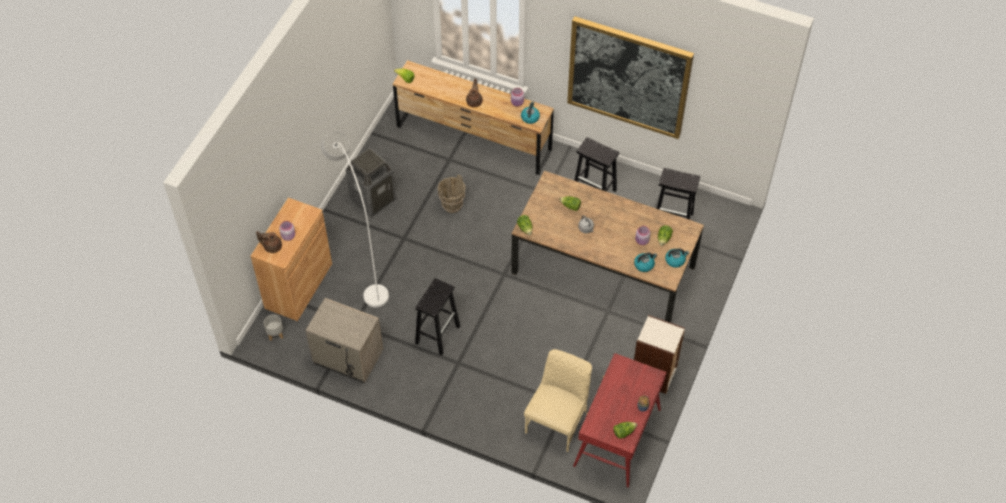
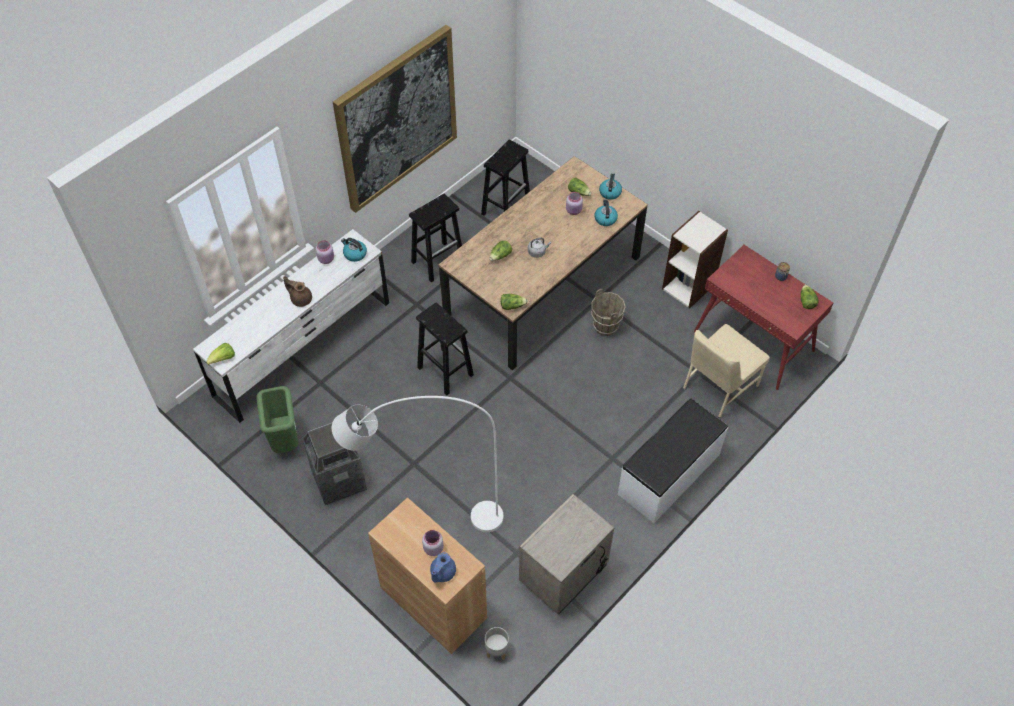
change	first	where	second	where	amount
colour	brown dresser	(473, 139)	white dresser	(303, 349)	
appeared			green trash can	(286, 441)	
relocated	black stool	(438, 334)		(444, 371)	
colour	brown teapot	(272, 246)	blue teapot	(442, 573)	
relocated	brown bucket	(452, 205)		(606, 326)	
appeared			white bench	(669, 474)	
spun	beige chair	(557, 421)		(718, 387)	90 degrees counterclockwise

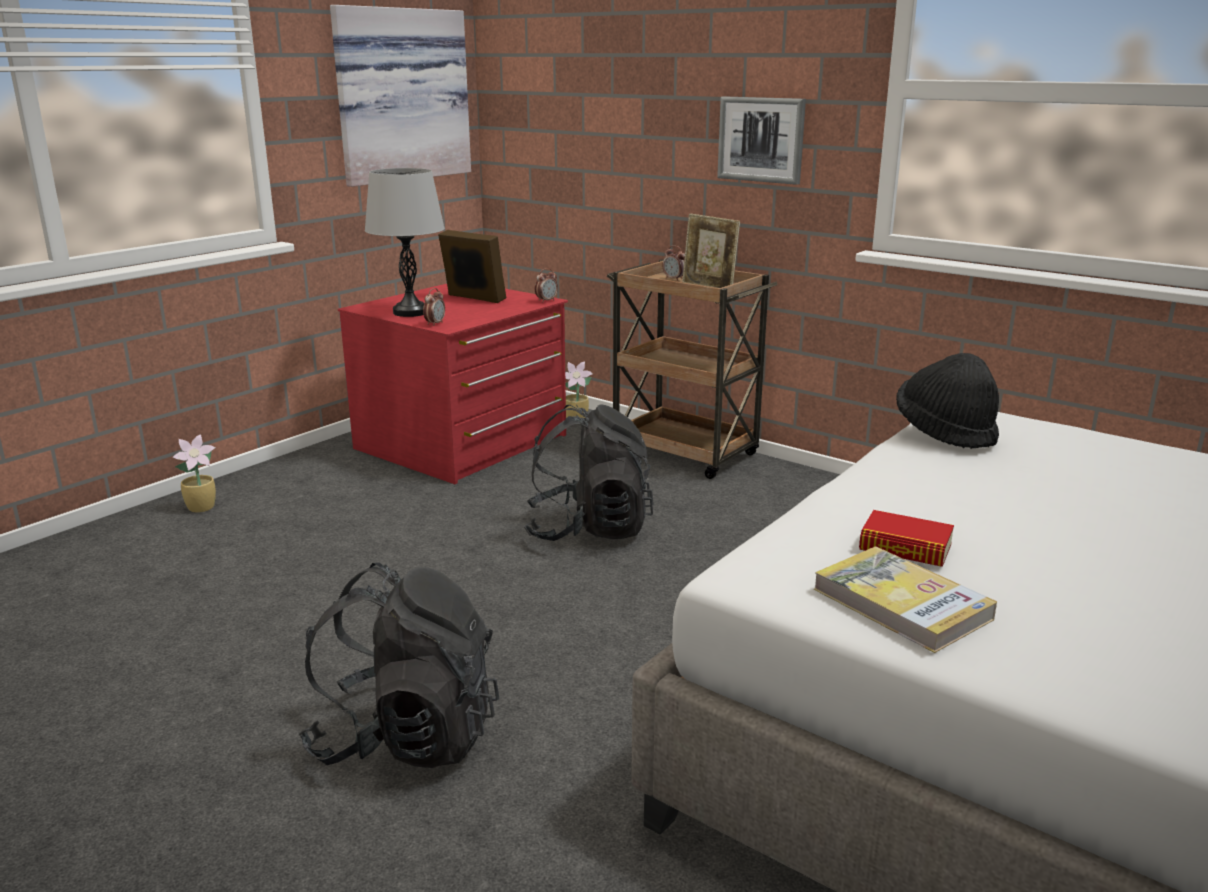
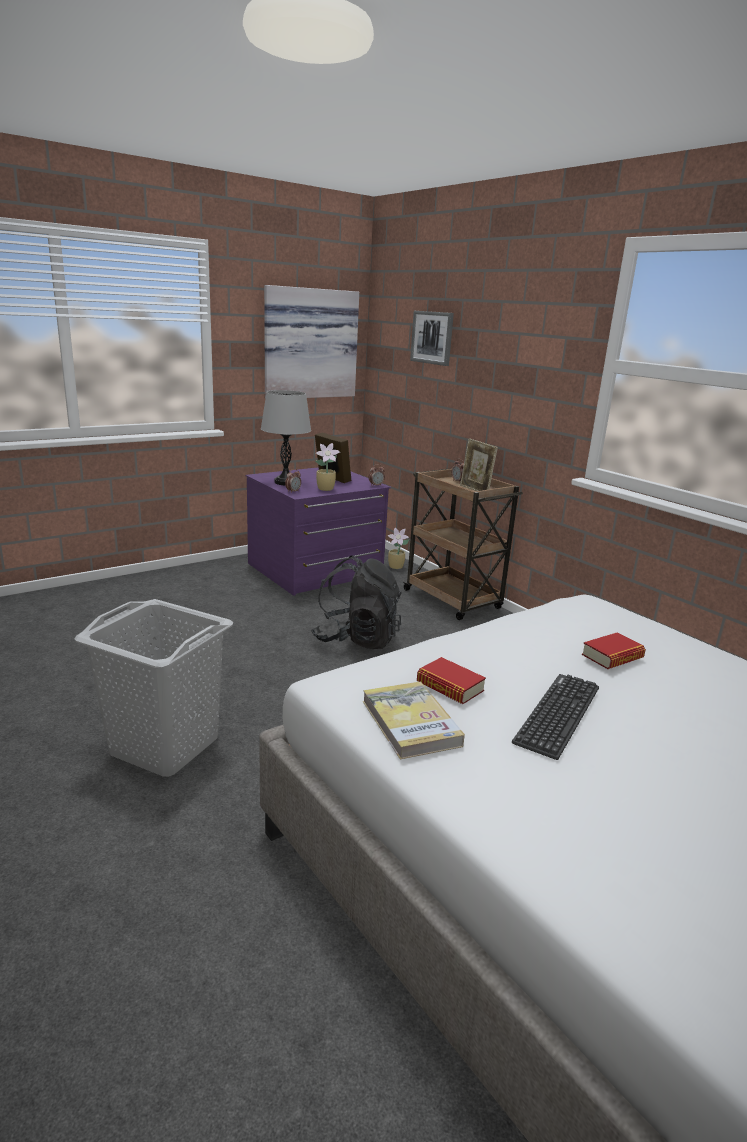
change	first	where	second	where	amount
exchanged	black backpack	(406, 738)	grey laundry basket	(165, 745)	
colour	red dresser	(463, 443)	purple dresser	(316, 570)	
relocated	potted plant	(203, 508)		(326, 489)	
relocated	picture	(761, 139)		(432, 337)	
appeared			keyboard	(558, 714)	
appeared			book	(612, 656)	
missing	black hat	(945, 432)			

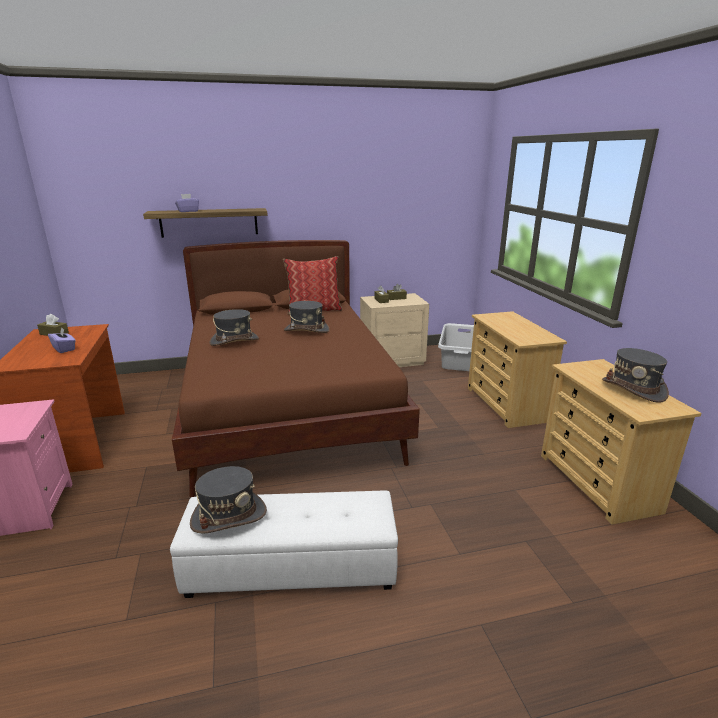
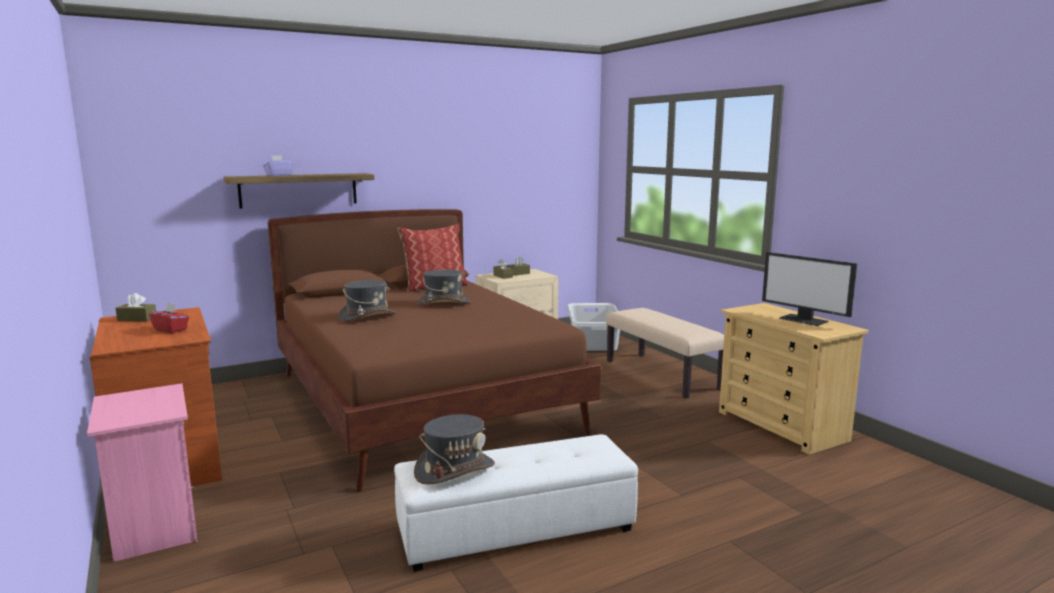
change	first	where	second	where	amount
colour	purple tissue box	(64, 349)	red tissue box	(171, 330)	
exchanged	beige dresser	(506, 404)	beige bench	(662, 375)	
exchanged	grey hat	(633, 389)	monitor	(804, 320)	

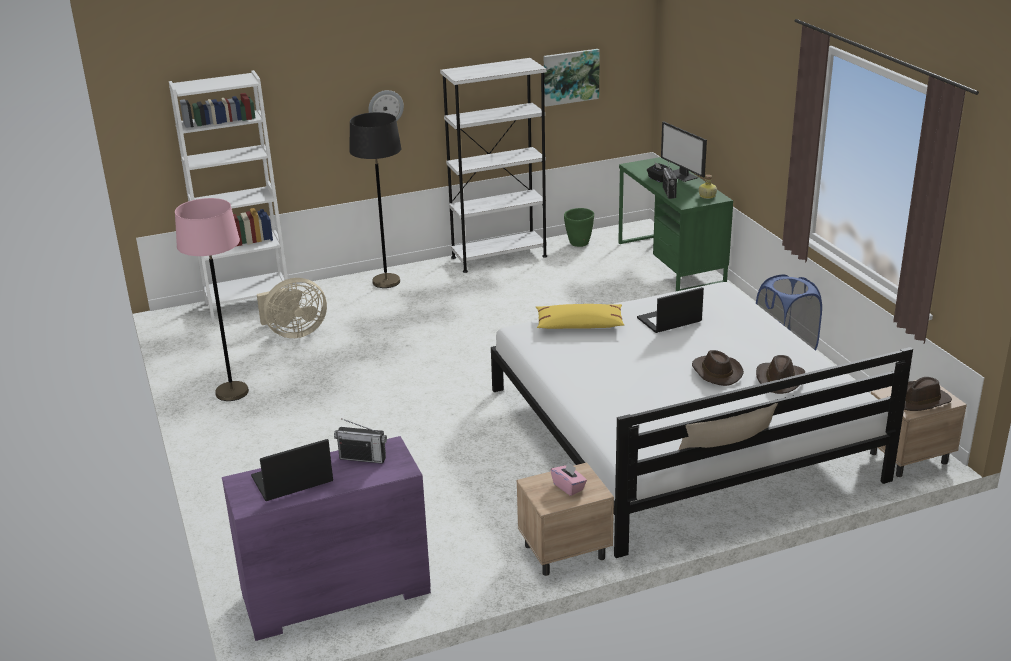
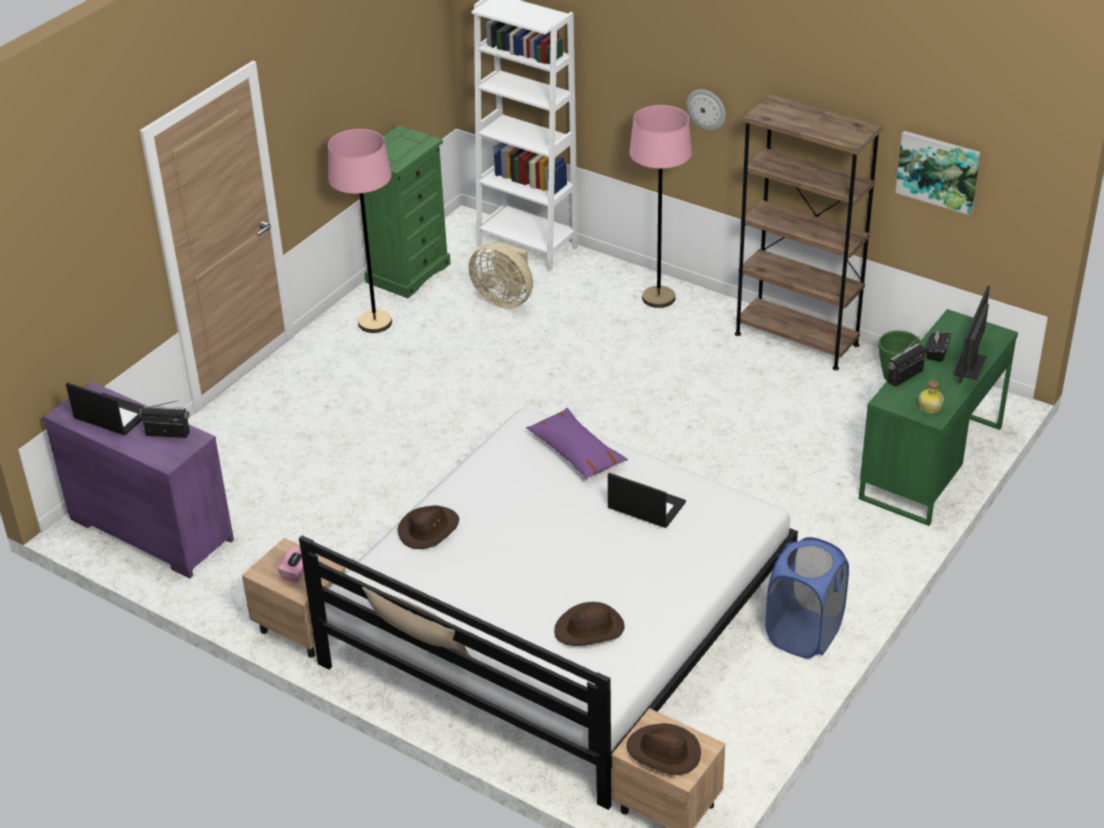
change	first	where	second	where	amount
spun	radio	(363, 458)		(167, 433)	120 degrees clockwise
appeared			green dresser	(408, 272)	
relocated	brown hat	(716, 372)		(429, 529)	
colour	yellow pillow	(579, 325)	purple pillow	(576, 452)	
colour	black floor lamp	(386, 282)	pink floor lamp	(658, 298)	
colour	white bookcase	(499, 257)	brown bookcase	(796, 339)	

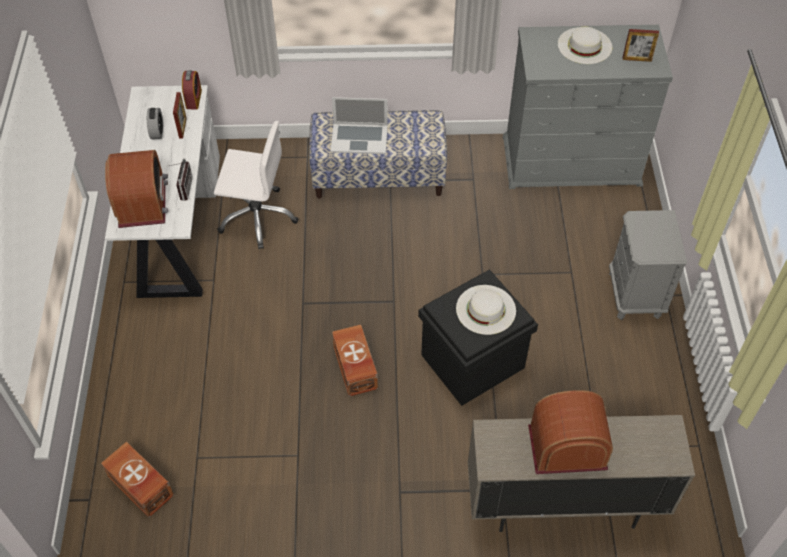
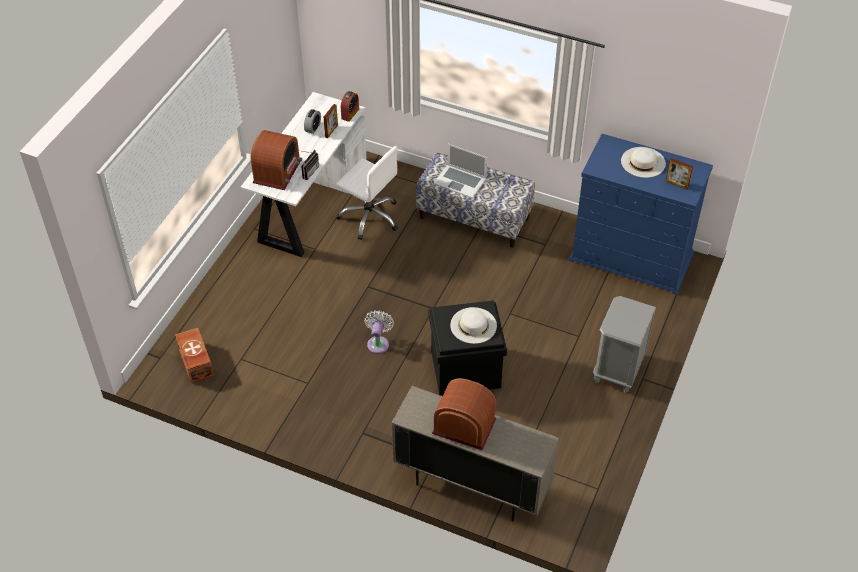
change	first	where	second	where	amount
exchanged	brown storage box	(354, 368)	white fan	(378, 343)	
colour	grey dresser	(572, 161)	blue dresser	(632, 257)	

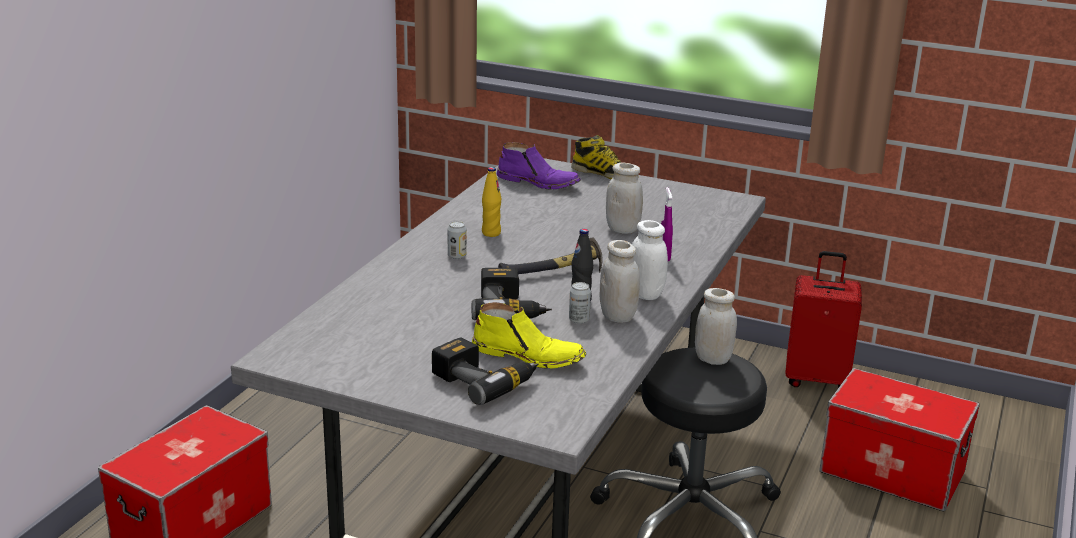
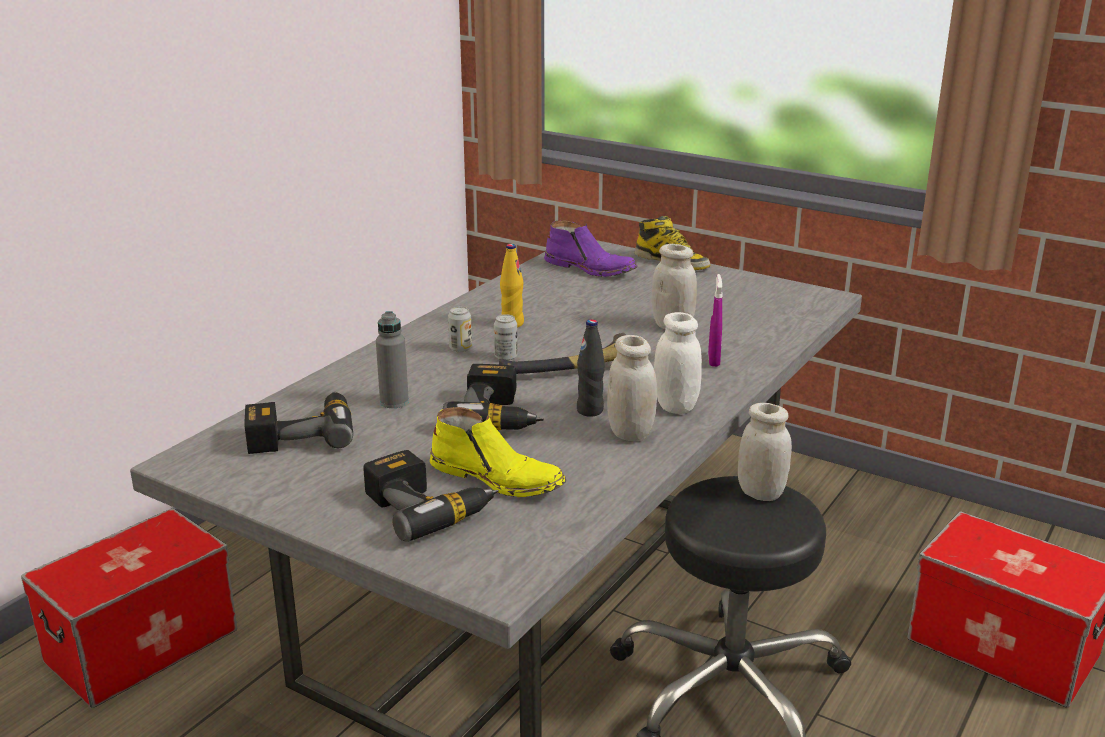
change	first	where	second	where	amount
appeared			power drill	(301, 433)	
appeared			grey bottle	(394, 402)	
relocated	can	(579, 320)		(506, 357)	
missing	red suitcase	(817, 379)			

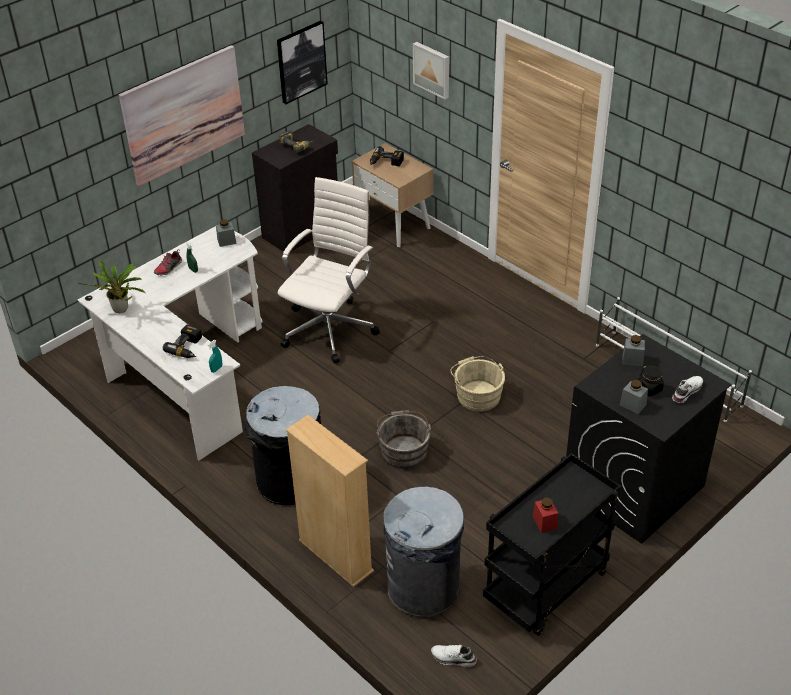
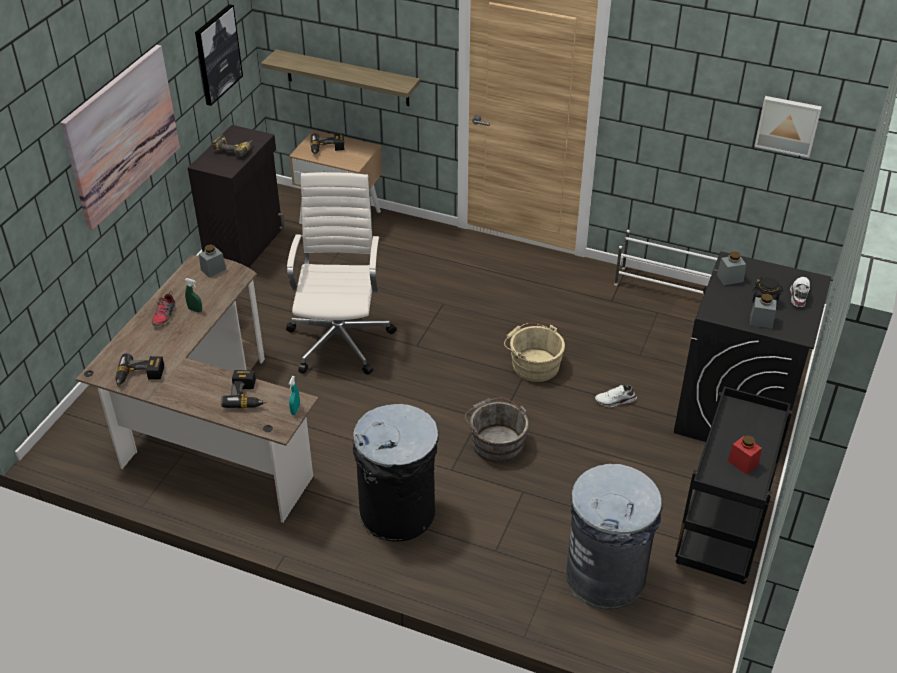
change	first	where	second	where	amount
colour	white desk	(187, 372)	brown desk	(208, 430)	
exchanged	potted plant	(122, 310)	power drill	(139, 376)	
appeared			shelf	(347, 78)	
relocated	white shoe	(453, 659)		(615, 401)	
relocated	picture	(432, 69)		(788, 125)	
missing	beige bookcase	(335, 556)			

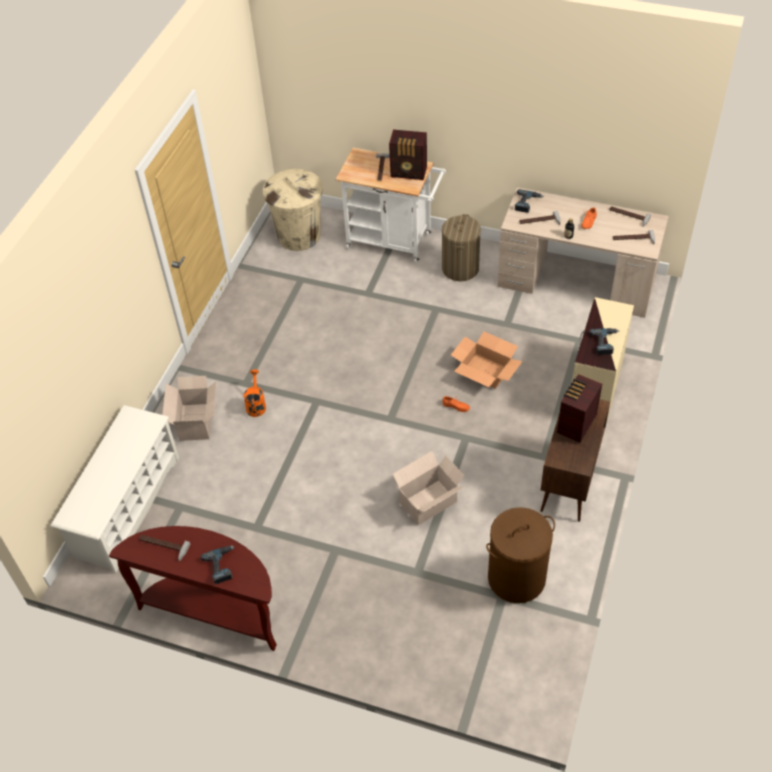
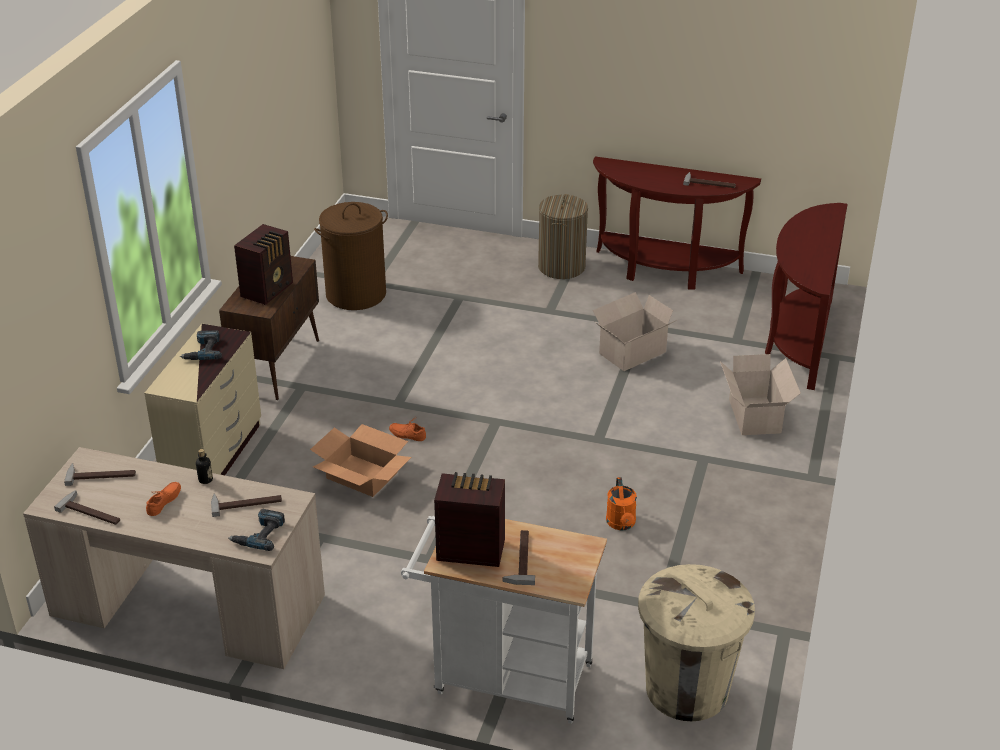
change	first	where	second	where	amount
relocated	laundry basket	(460, 268)		(561, 267)	
relocated	cardboard box	(430, 502)		(630, 353)	
relocated	orange watering can	(256, 404)		(621, 524)	
exchanged	white shoe rack	(127, 506)	brown console table	(799, 340)	
missing	power drill	(222, 566)			

